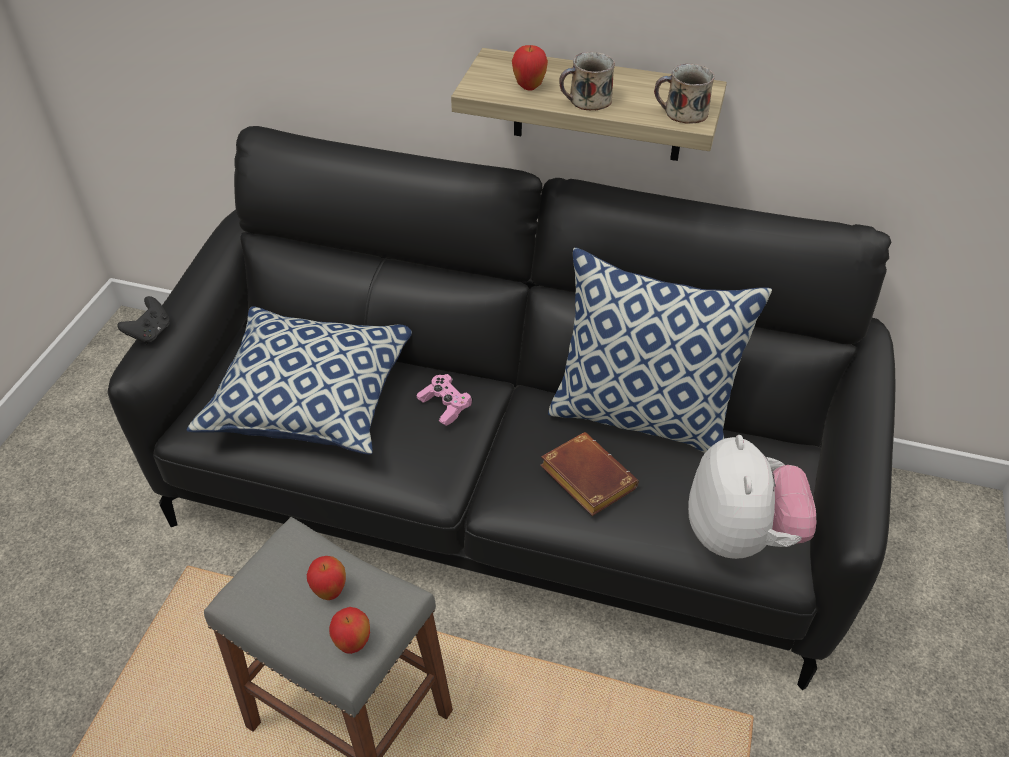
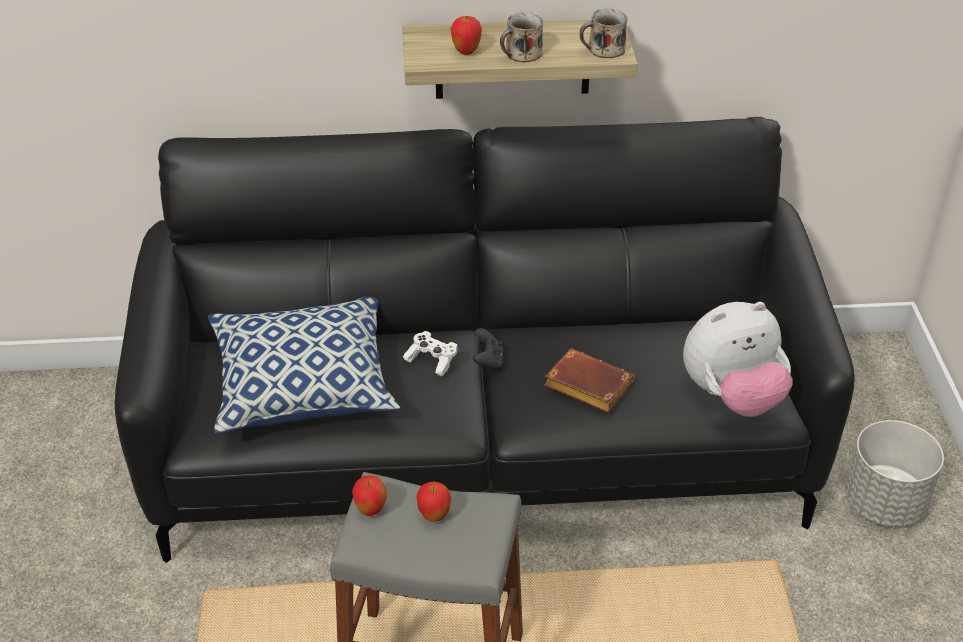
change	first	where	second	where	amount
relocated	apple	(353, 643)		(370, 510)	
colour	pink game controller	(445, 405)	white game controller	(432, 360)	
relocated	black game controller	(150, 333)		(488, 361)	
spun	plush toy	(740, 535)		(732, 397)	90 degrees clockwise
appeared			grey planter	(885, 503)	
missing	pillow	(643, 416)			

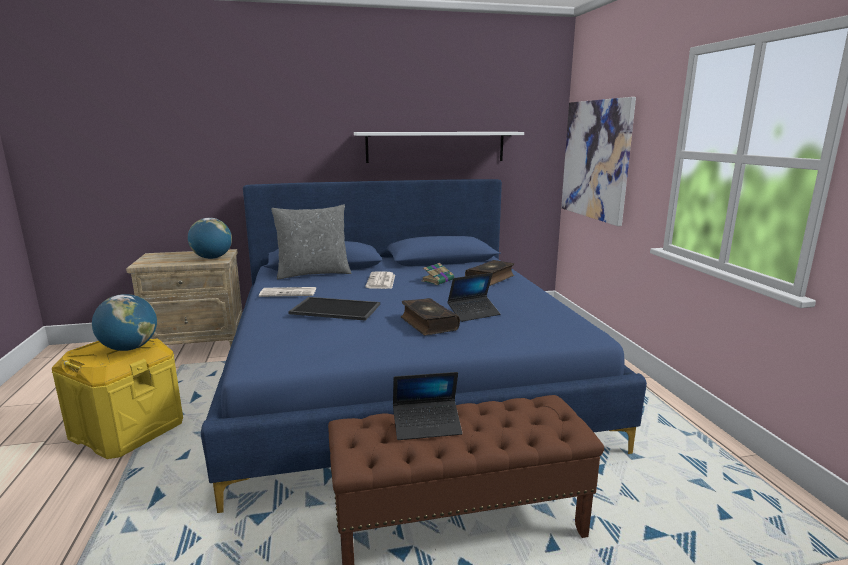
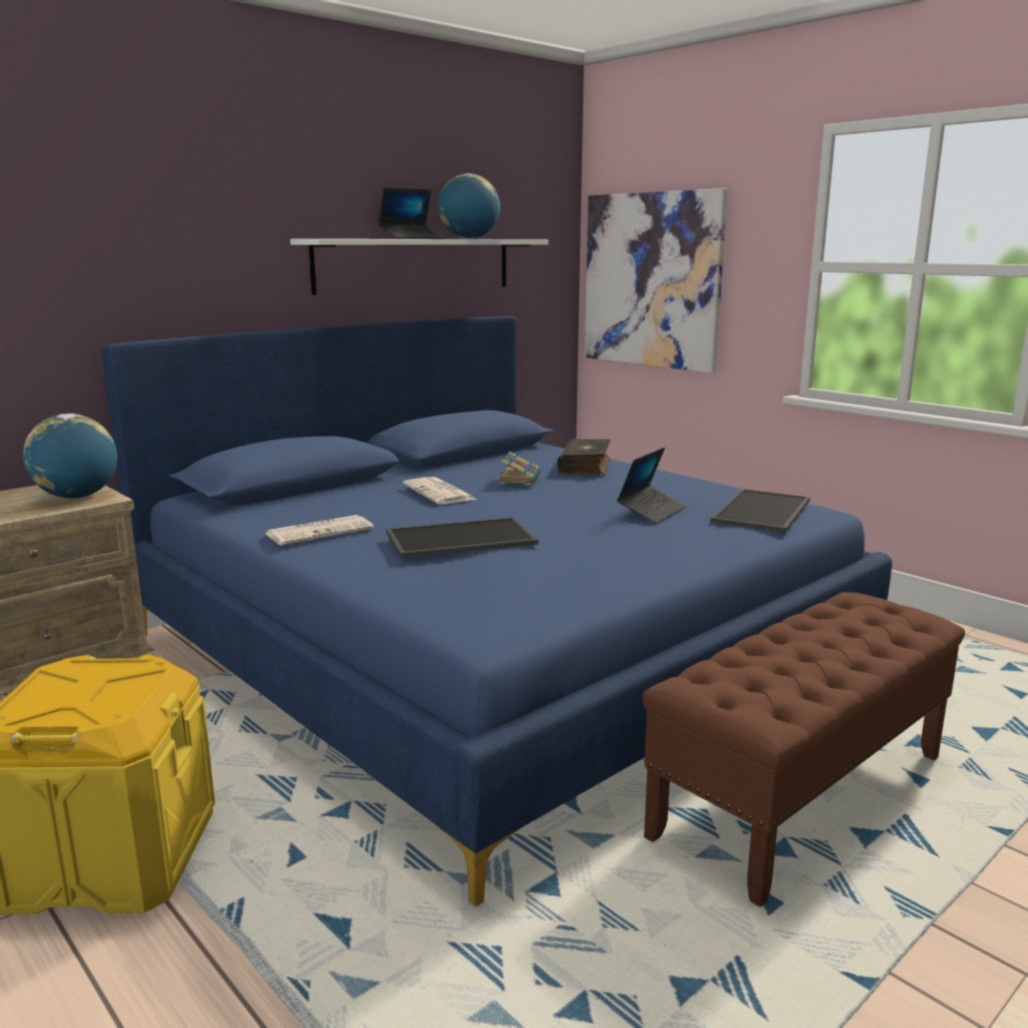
change	first	where	second	where	amount
relocated	laptop	(427, 426)		(411, 238)	
relocated	globe	(129, 348)		(469, 238)	
appeared			tray	(763, 511)	
missing	grey pillow	(313, 273)			
missing	book	(428, 324)			

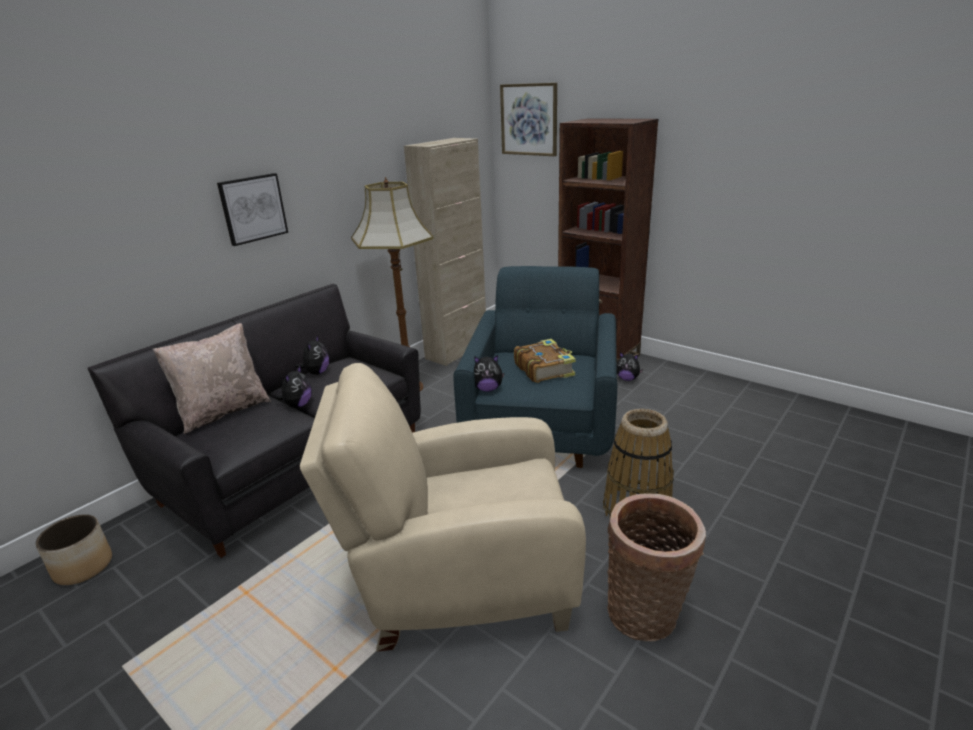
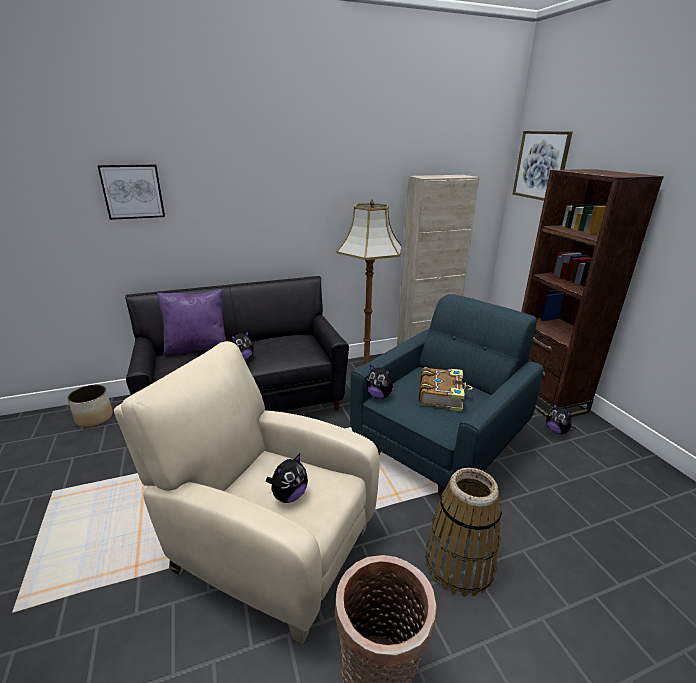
change	first	where	second	where	amount
relocated	picture	(253, 208)		(133, 191)	
colour	beige pillow	(223, 411)	purple pillow	(197, 348)	
relocated	plush toy	(316, 373)		(289, 495)	

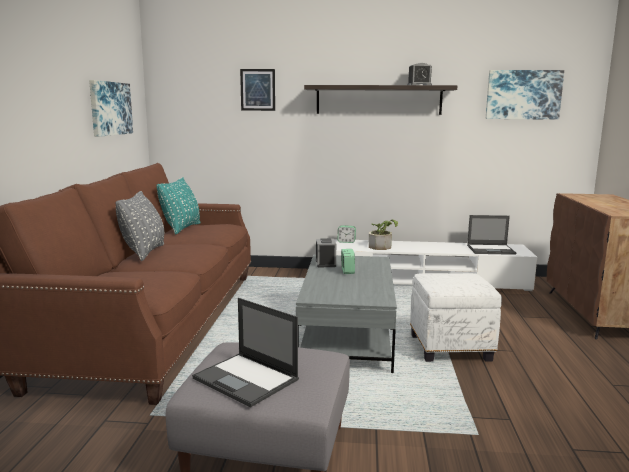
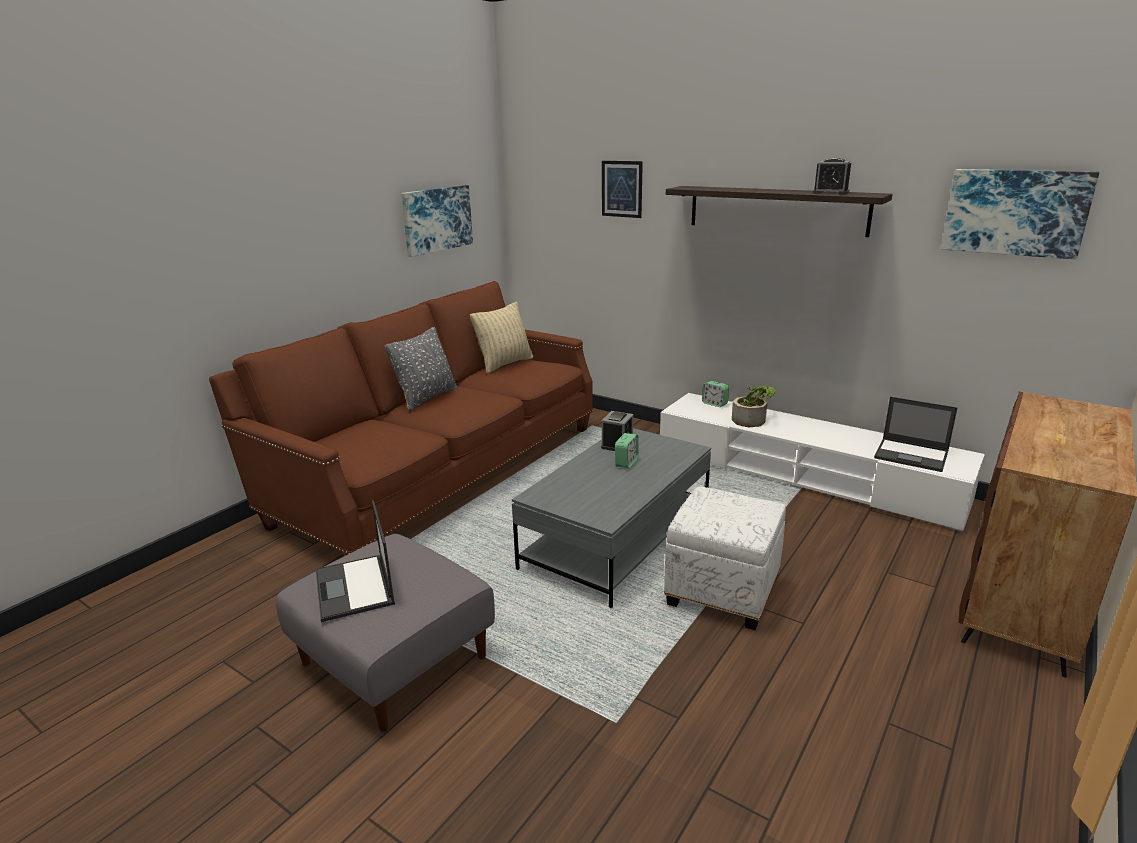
change	first	where	second	where	amount
colour	turquoise pillow	(181, 228)	beige pillow	(504, 364)	

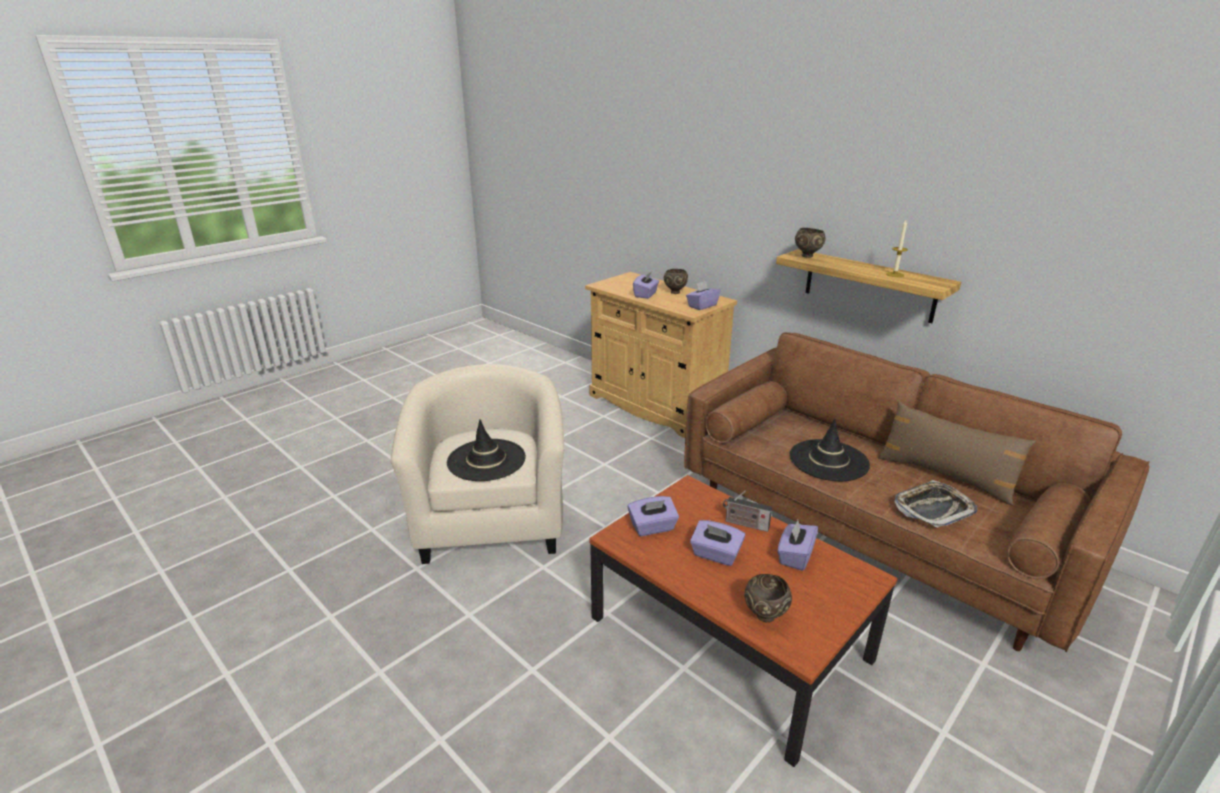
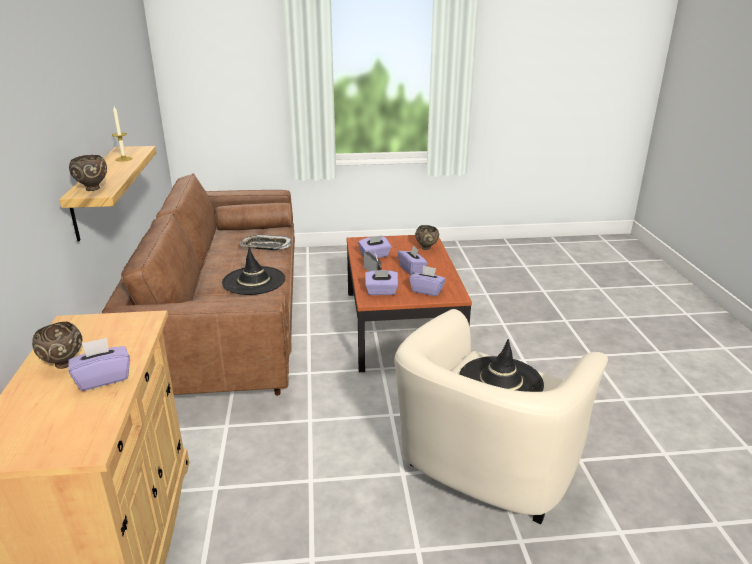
change	first	where	second	where	amount
relocated	purple tissue box	(702, 306)		(381, 292)	
missing	brown pillow	(945, 476)			

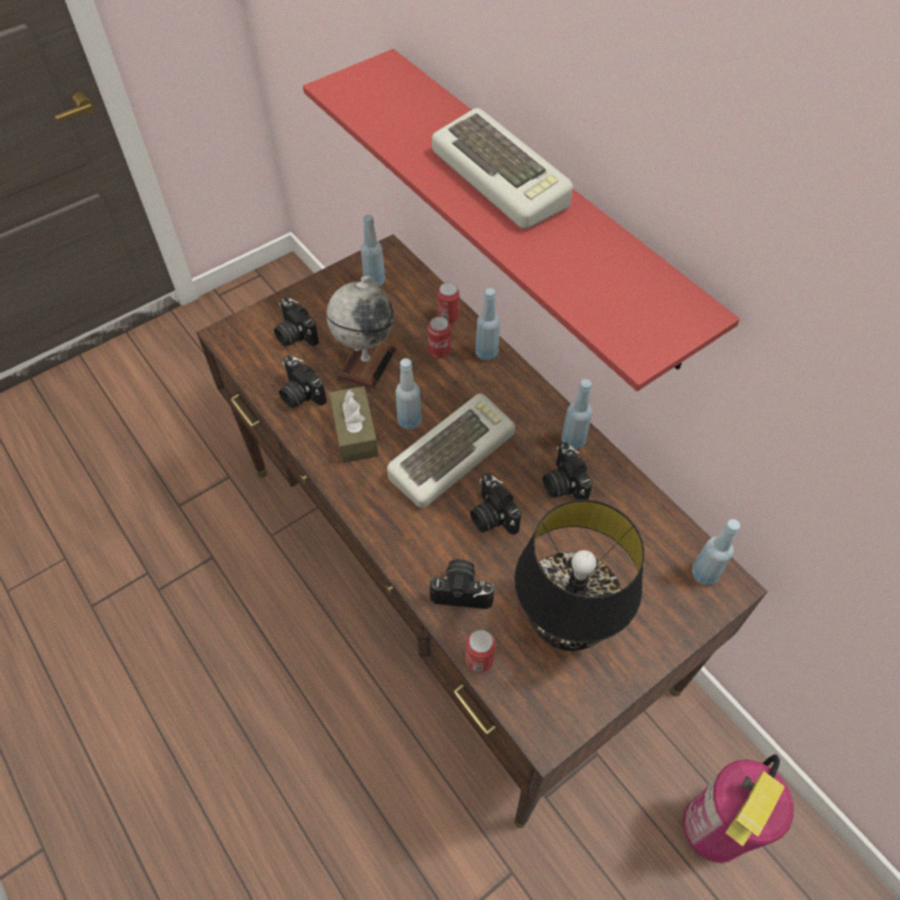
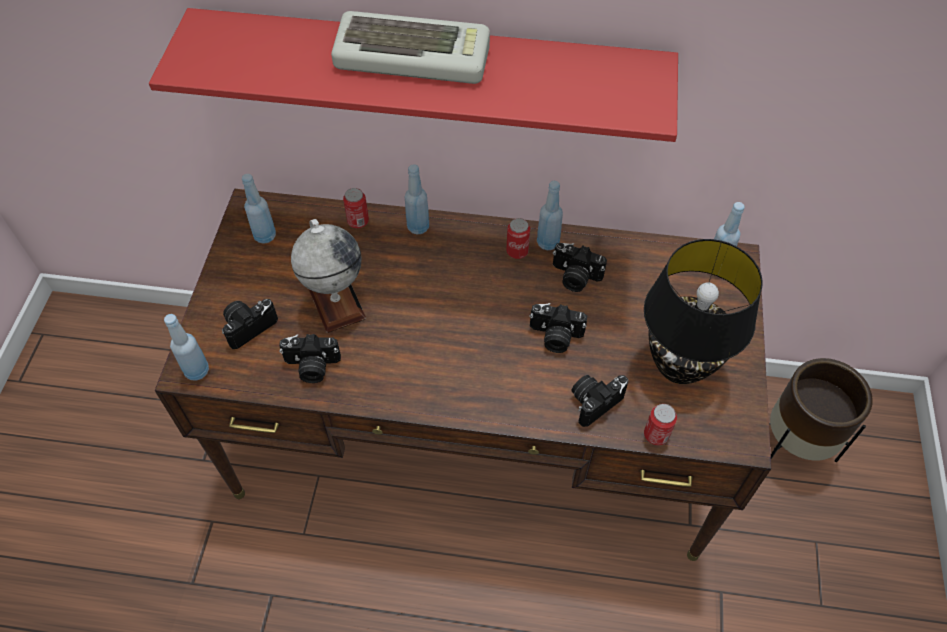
change	first	where	second	where	amount
relocated	blue bottle	(409, 421)		(197, 371)	
spun	photo camera	(294, 335)		(248, 326)	135 degrees clockwise
relocated	can	(439, 351)		(517, 251)	
exchanged	fire extinguisher	(715, 827)	brown planter	(795, 445)	
missing	brown tissue box	(355, 432)			
missing	keyboard	(450, 453)			

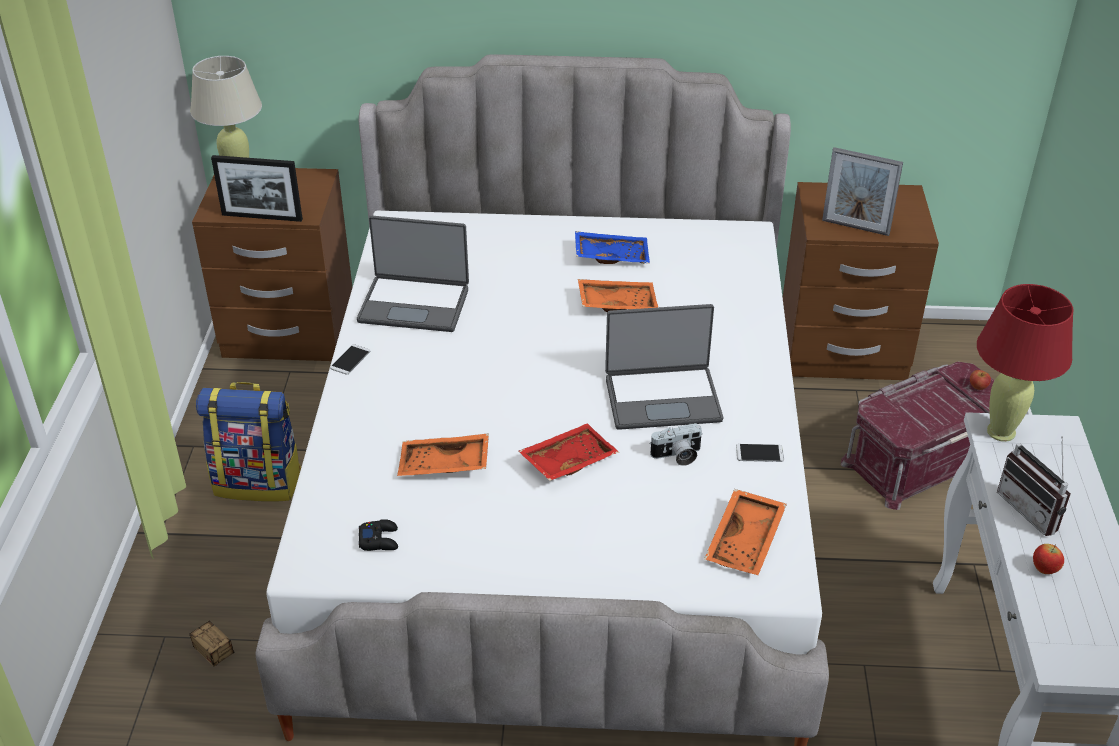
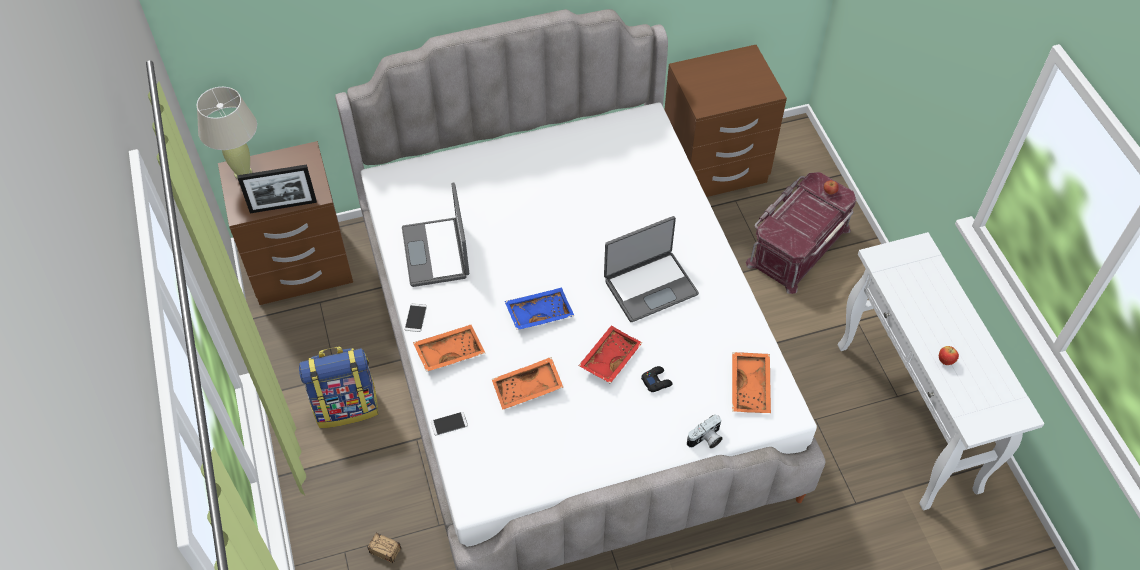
change	first	where	second	where	amount
spun	laptop	(414, 304)		(437, 253)	90 degrees clockwise
relocated	orange tray	(617, 303)		(449, 351)	
relocated	phone	(759, 453)		(449, 424)	
relocated	blue tray	(611, 255)		(539, 312)	
relocated	black game controller	(379, 540)		(656, 381)	
relocated	photo camera	(677, 456)		(706, 440)	
missing	picture frame	(855, 227)			
missing	red table lamp	(1001, 431)			
missing	radio	(1033, 510)			

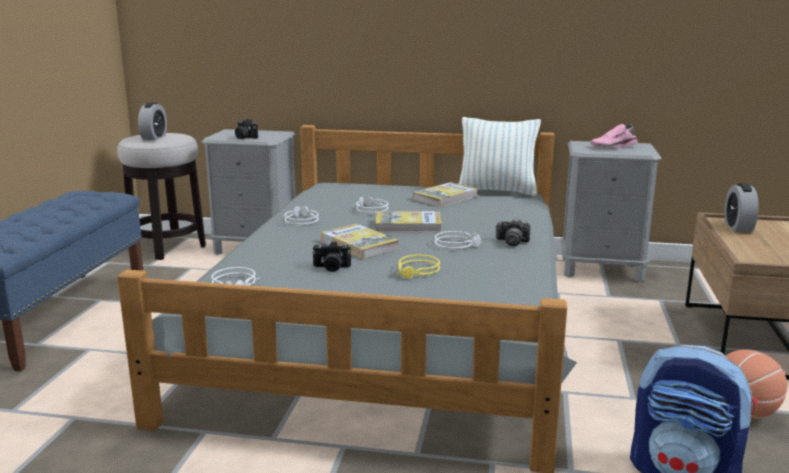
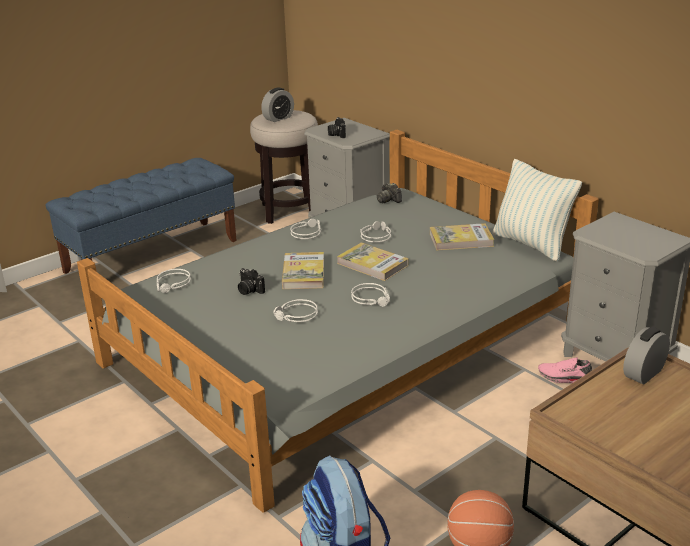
change	first	where	second	where	amount
colour	yellow headphones	(417, 272)	grey headphones	(296, 316)	
relocated	photo camera	(512, 242)		(388, 200)	
relocated	pink shoe	(614, 147)		(565, 378)	

